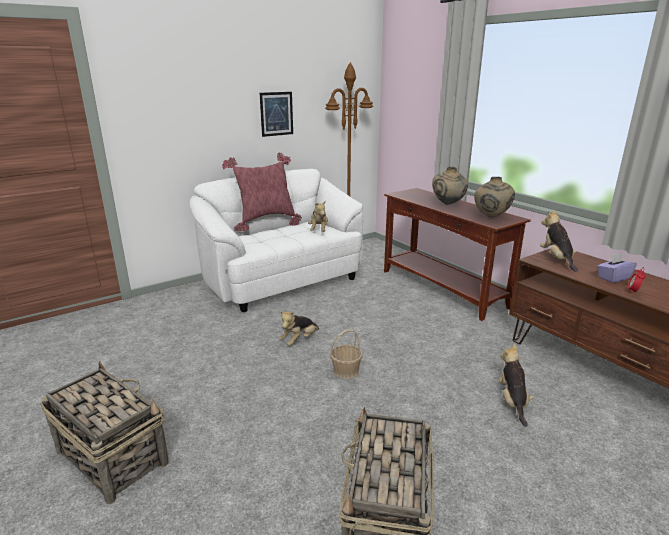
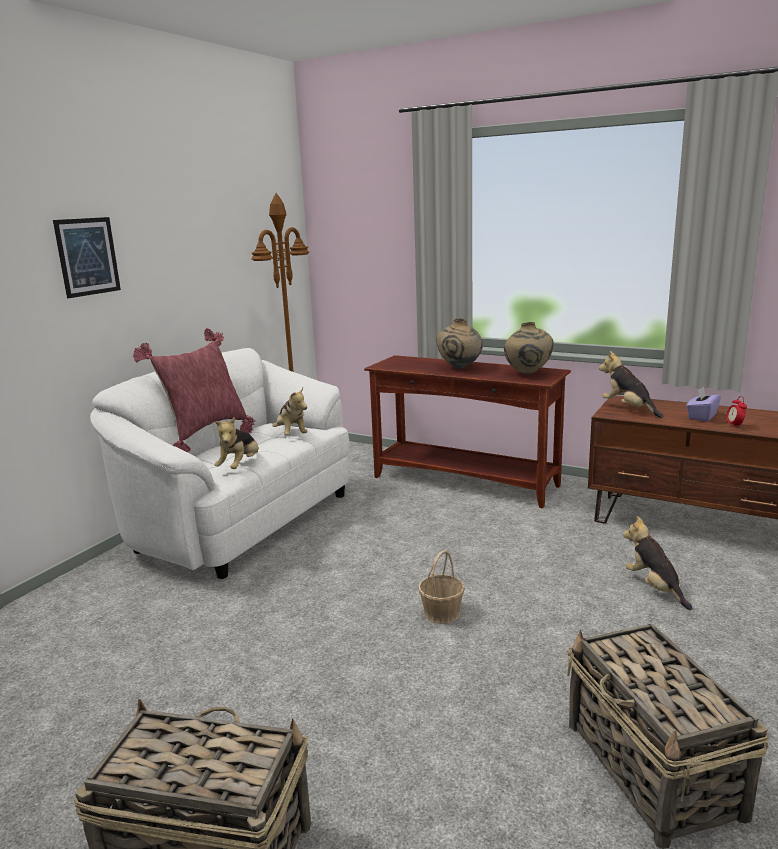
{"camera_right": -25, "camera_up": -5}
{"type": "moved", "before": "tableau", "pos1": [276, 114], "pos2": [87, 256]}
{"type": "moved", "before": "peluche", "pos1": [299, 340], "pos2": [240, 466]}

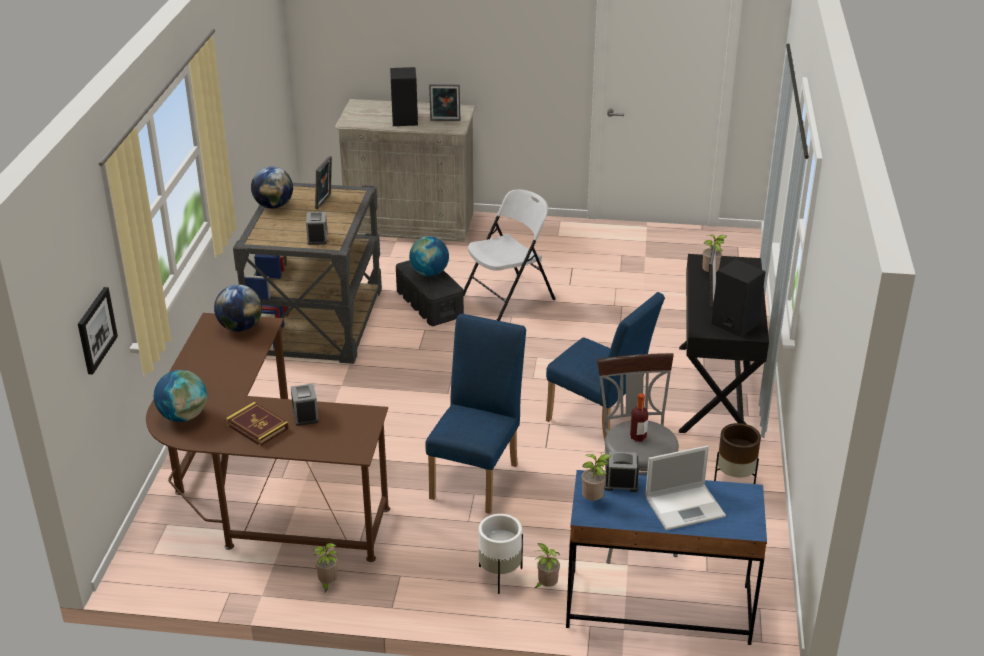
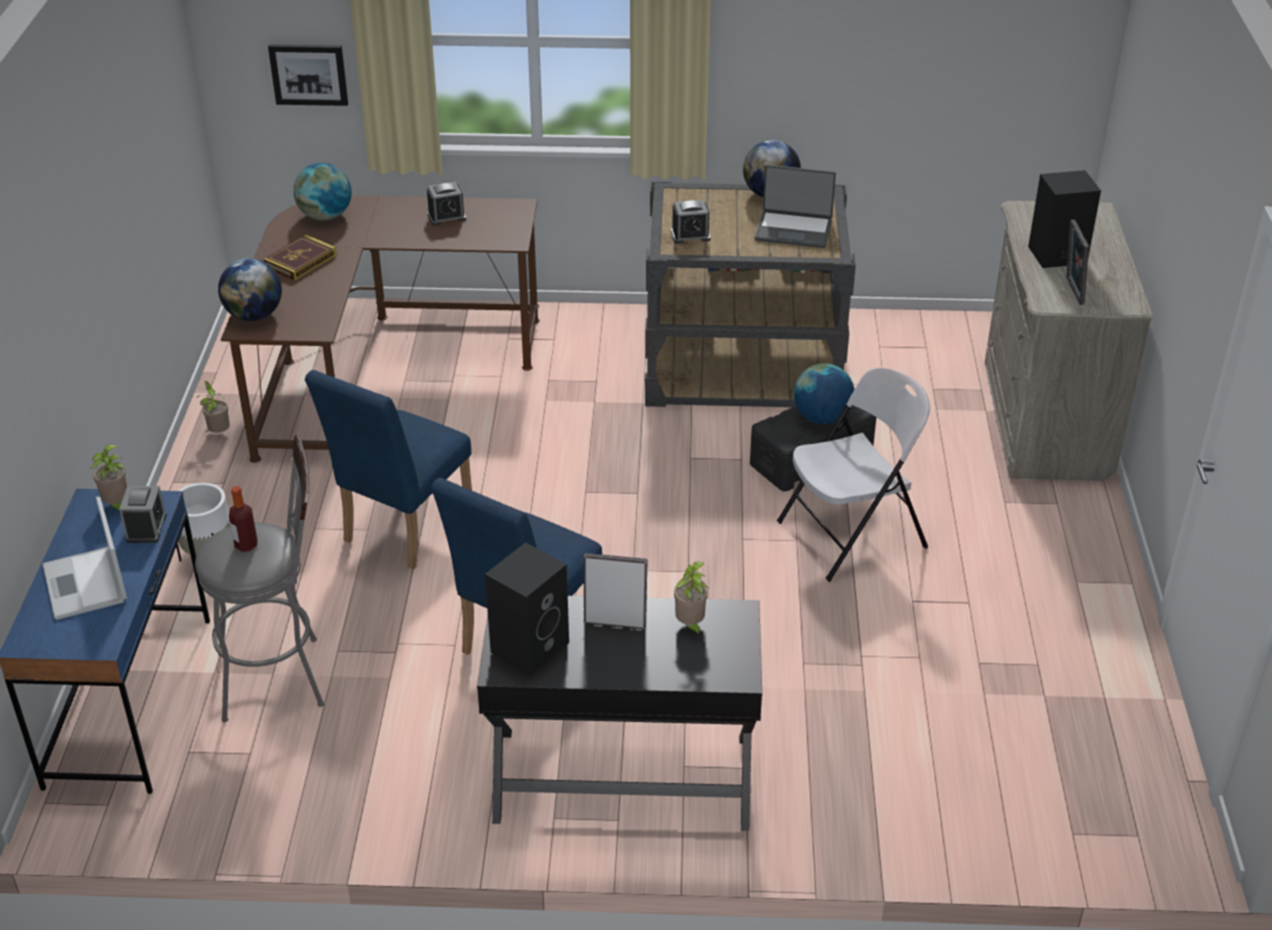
{"camera_right": 85, "camera_up": 5}
{"type": "removed", "before": "plante en pot", "pos1": [546, 586]}
{"type": "removed", "before": "cache-pot (marron)", "pos1": [734, 481]}
{"type": "moved", "before": "globe", "pos1": [240, 327], "pos2": [254, 315]}
{"type": "moved", "before": "réveil", "pos1": [305, 415], "pos2": [446, 217]}
{"type": "replaced", "before": "cadre photo", "after": "ordinateur portable", "pos1": [325, 202], "pos2": [794, 230]}
{"type": "turned", "before": "chaise (bleu)", "pos1": [477, 476], "pos2": [402, 530], "turn": 105}
{"type": "turned", "before": "chaise (blanc)", "pos1": [508, 297], "pos2": [852, 535], "turn": -75}

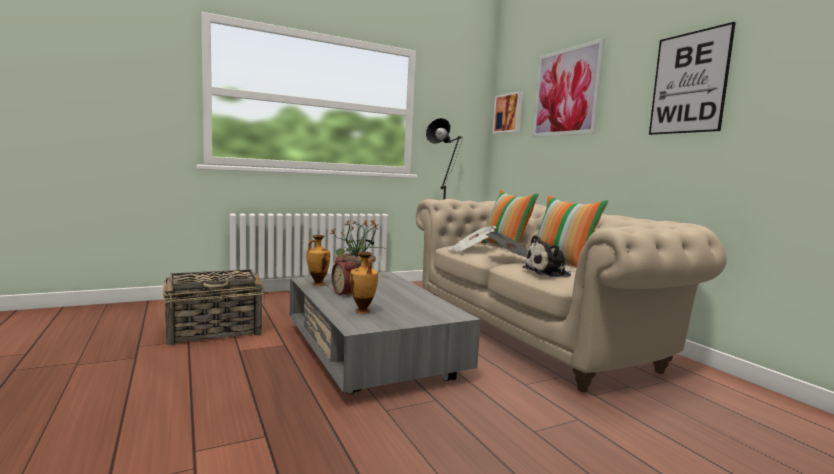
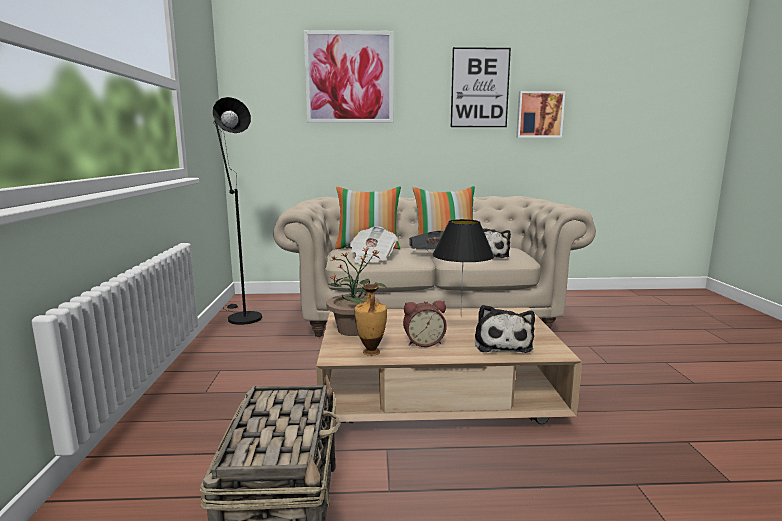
{"camera_right": -65, "camera_up": 5}
{"type": "added", "after": "lampe de table (noir)", "pos2": [460, 316]}
{"type": "moved", "before": "tableau", "pos1": [509, 113], "pos2": [539, 114]}
{"type": "replaced", "before": "vase", "after": "peluche", "pos1": [362, 311], "pos2": [502, 344]}
{"type": "recoloured", "before": "table basse (gris)", "after": "table basse (marron)", "pos1": [371, 351], "pos2": [437, 394]}

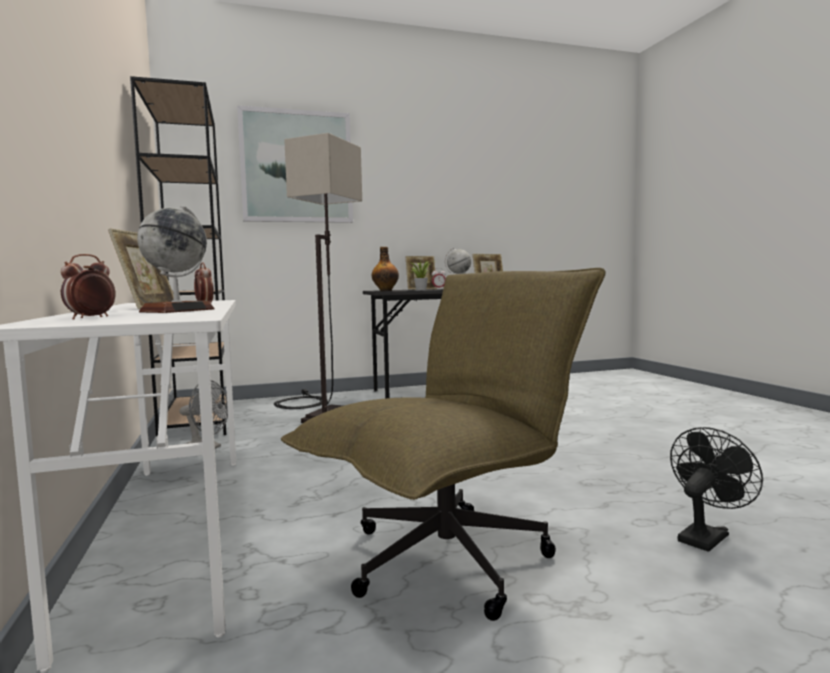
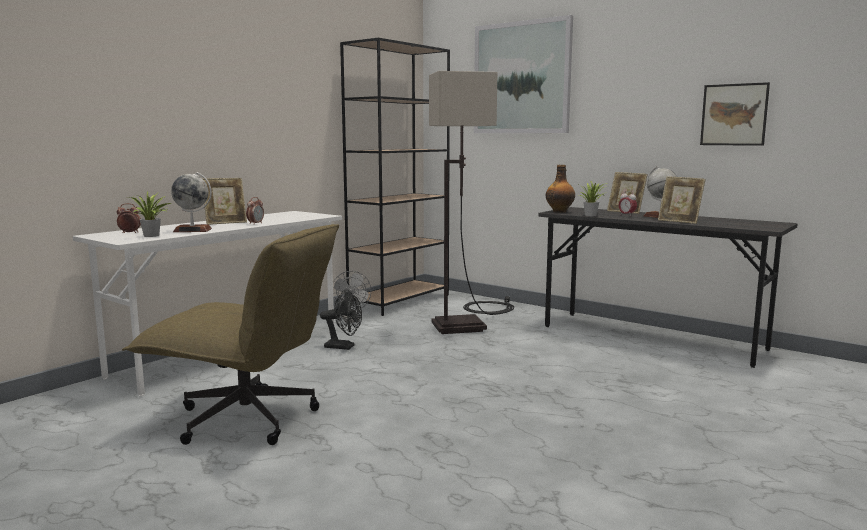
{"camera_right": 55, "camera_up": 5}
{"type": "added", "after": "plante en pot", "pos2": [153, 236]}
{"type": "added", "after": "tableau", "pos2": [734, 114]}
{"type": "moved", "before": "ventilateur (noir)", "pos1": [706, 536], "pos2": [344, 347]}

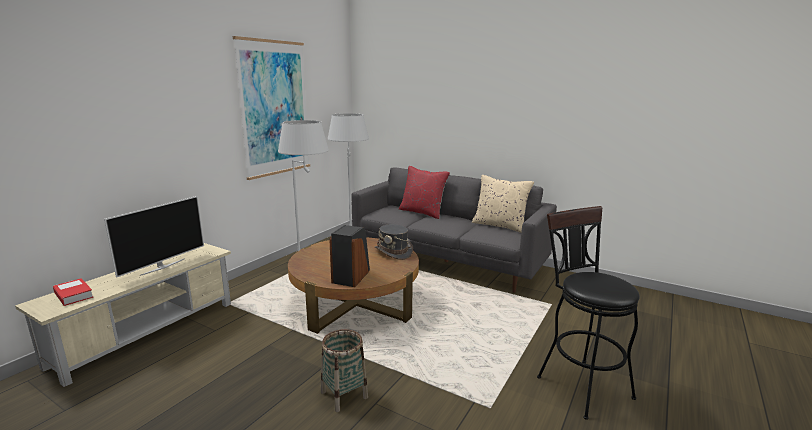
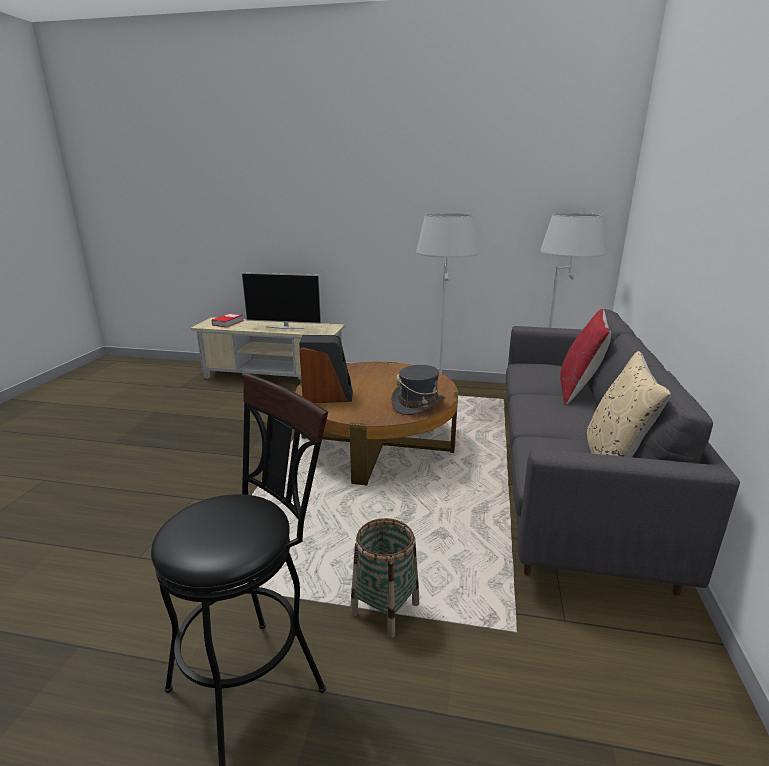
{"camera_right": 70, "camera_up": 5}
{"type": "removed", "before": "tableau", "pos1": [274, 109]}
{"type": "moved", "before": "panier", "pos1": [344, 395], "pos2": [385, 609]}

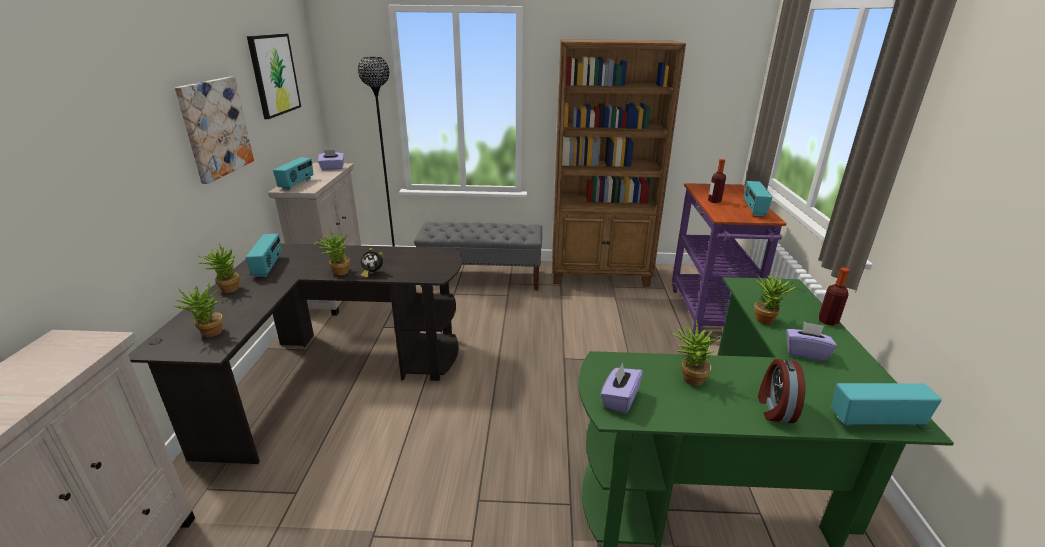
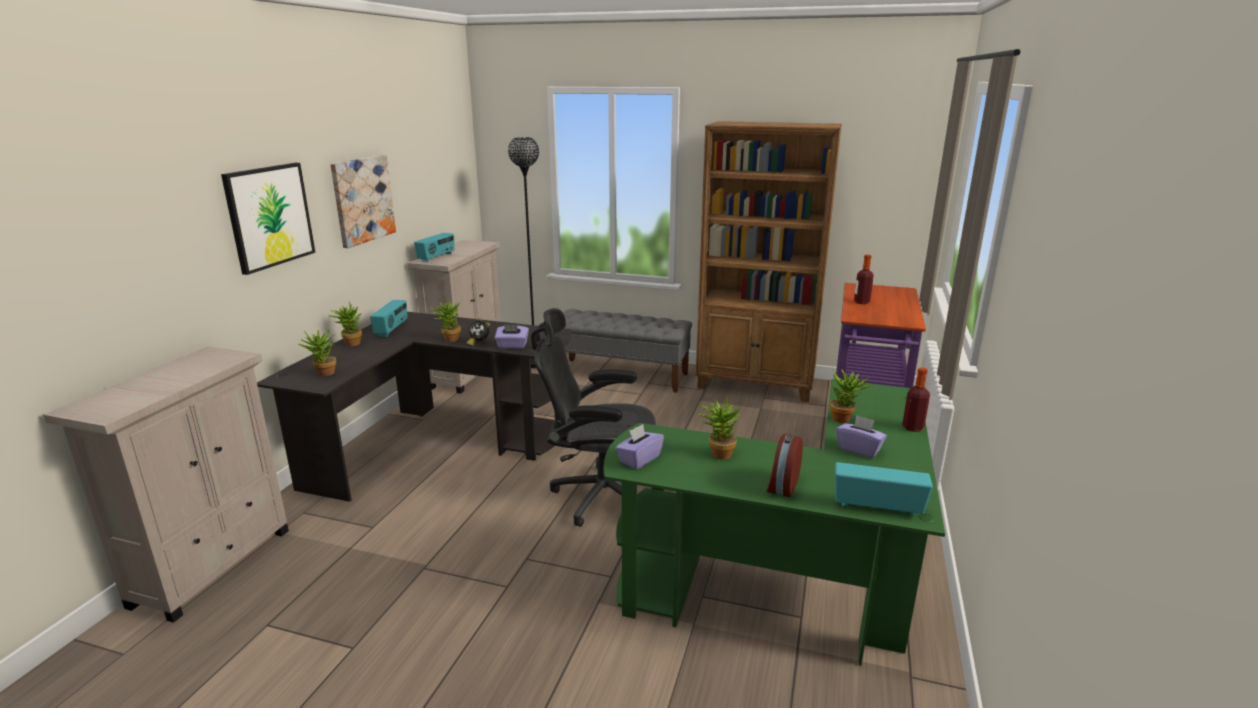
{"camera_right": 15, "camera_up": -5}
{"type": "removed", "before": "radio", "pos1": [753, 209]}
{"type": "added", "after": "chaise de bureau", "pos2": [598, 496]}
{"type": "moved", "before": "tableau", "pos1": [274, 75], "pos2": [269, 216]}
{"type": "moved", "before": "boîte à mouchoirs (violet)", "pos1": [332, 168], "pos2": [512, 346]}

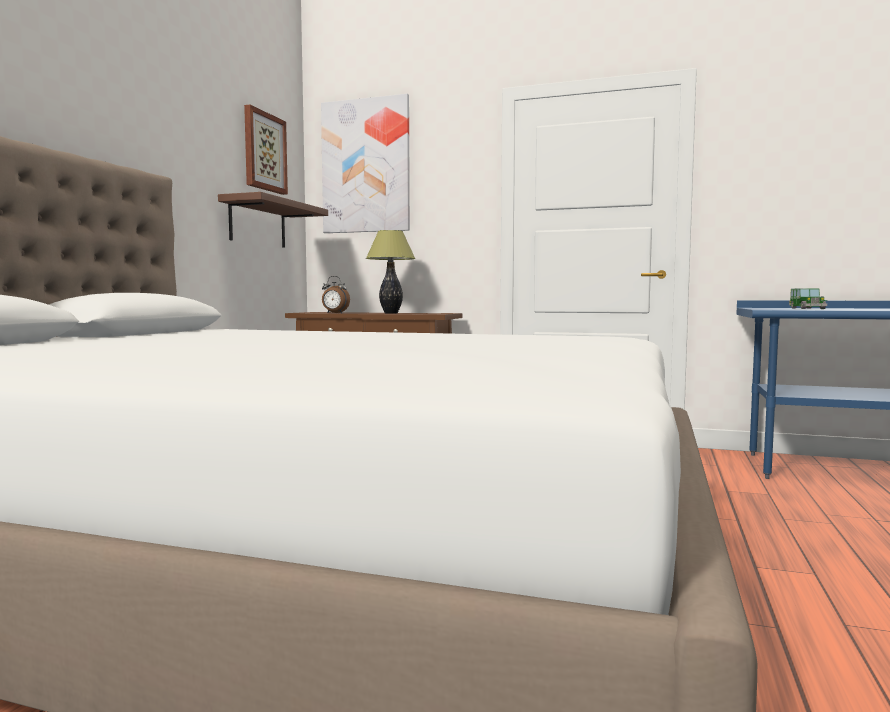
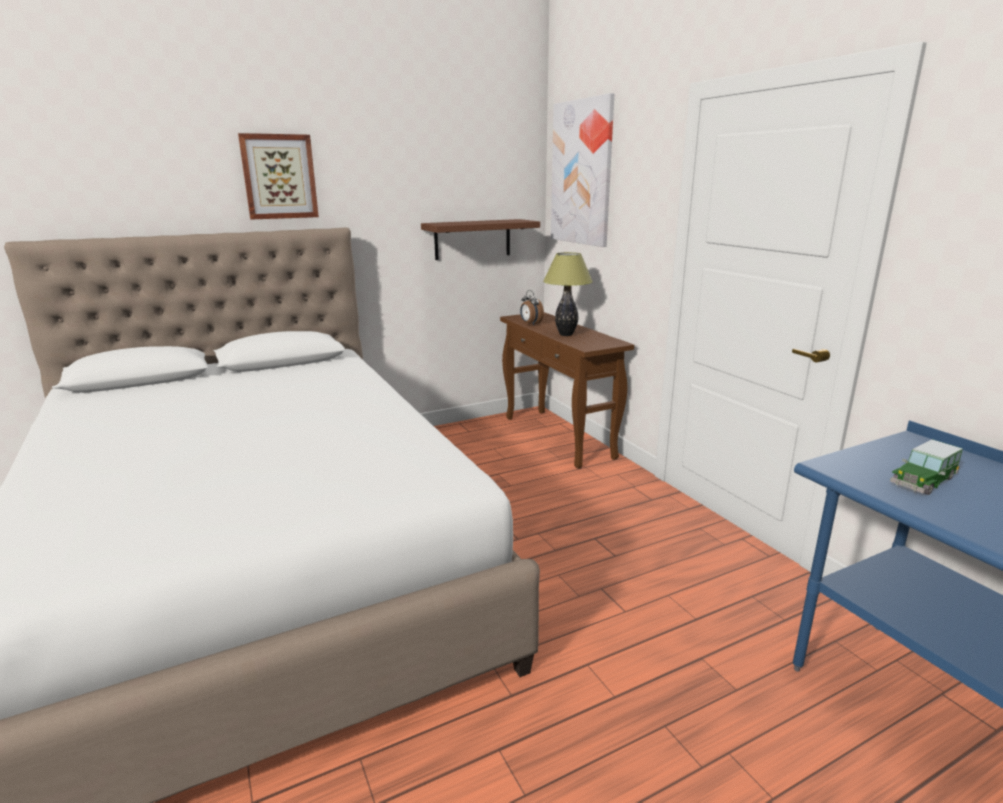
{"camera_right": 45, "camera_up": 15}
{"type": "moved", "before": "tableau", "pos1": [264, 152], "pos2": [279, 177]}

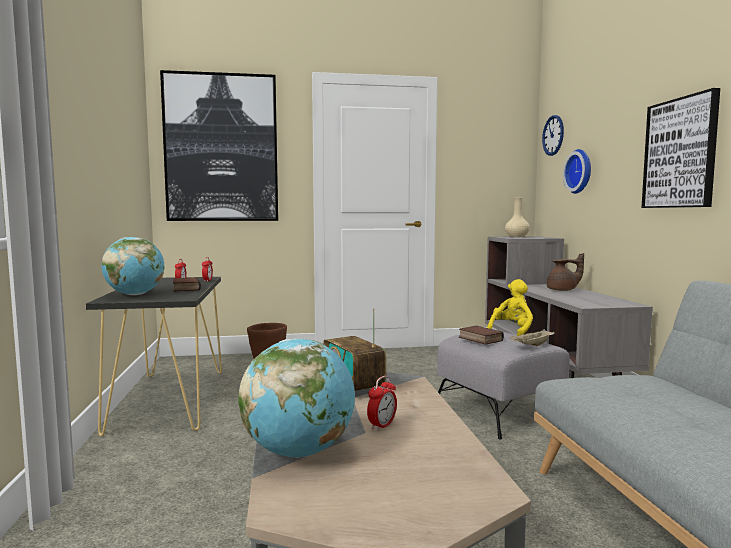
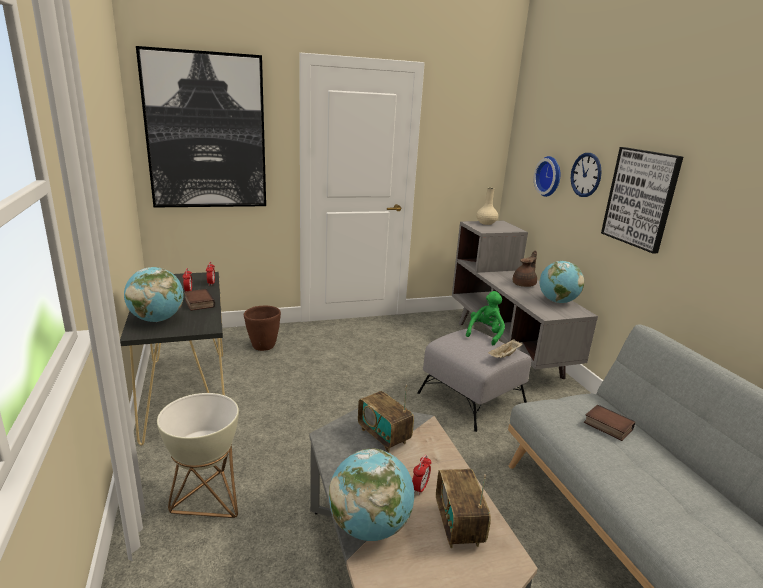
{"camera_right": -10, "camera_up": 15}
{"type": "added", "after": "cache-pot", "pos2": [206, 500]}
{"type": "added", "after": "radio", "pos2": [458, 525]}
{"type": "added", "after": "globe", "pos2": [557, 301]}
{"type": "moved", "before": "livre", "pos1": [479, 339], "pos2": [606, 426]}
{"type": "moved", "before": "horloge murale", "pos1": [553, 135], "pos2": [586, 175]}
{"type": "recoloured", "before": "peluche (jaune)", "after": "peluche (vert)", "pos1": [512, 332], "pos2": [485, 334]}
{"type": "turned", "before": "théière (marron)", "pos1": [563, 290], "pos2": [524, 284], "turn": -45}

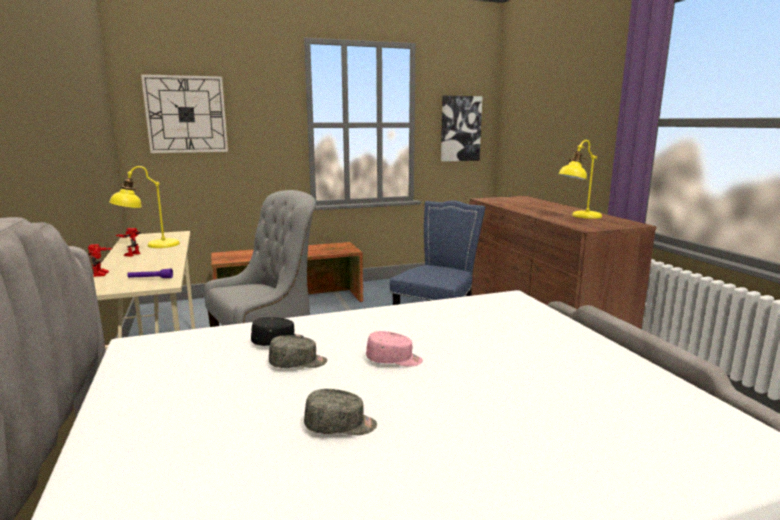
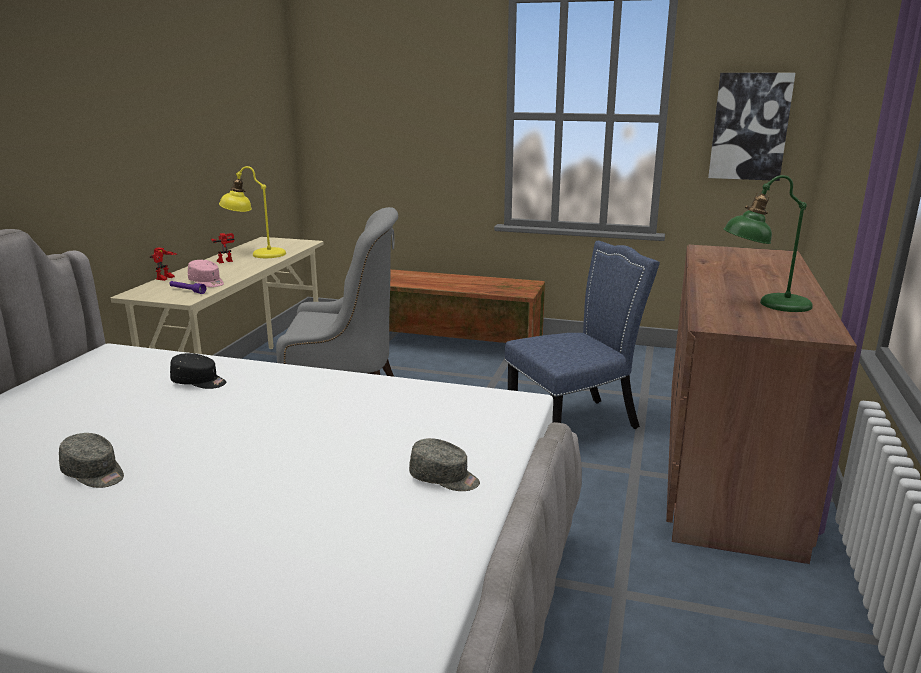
{"camera_right": 35, "camera_up": 5}
{"type": "removed", "before": "horloge murale", "pos1": [186, 114]}
{"type": "moved", "before": "casquette (gris)", "pos1": [298, 363], "pos2": [444, 478]}
{"type": "moved", "before": "casquette (rose)", "pos1": [394, 360], "pos2": [207, 282]}
{"type": "recoloured", "before": "lampe de table (jaune)", "after": "lampe de table (vert)", "pos1": [578, 217], "pos2": [764, 304]}

